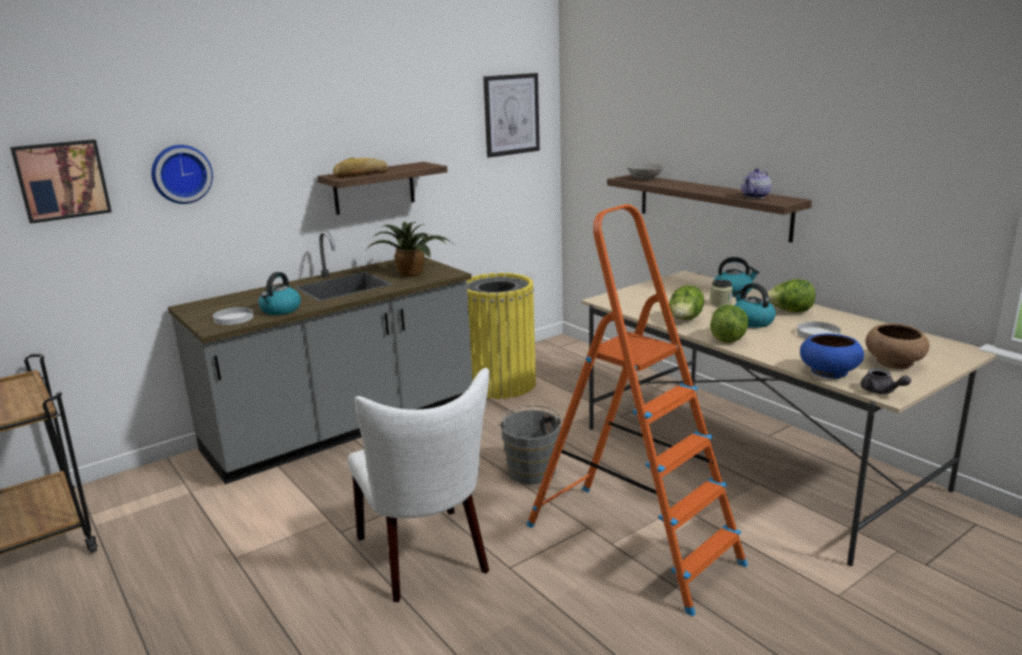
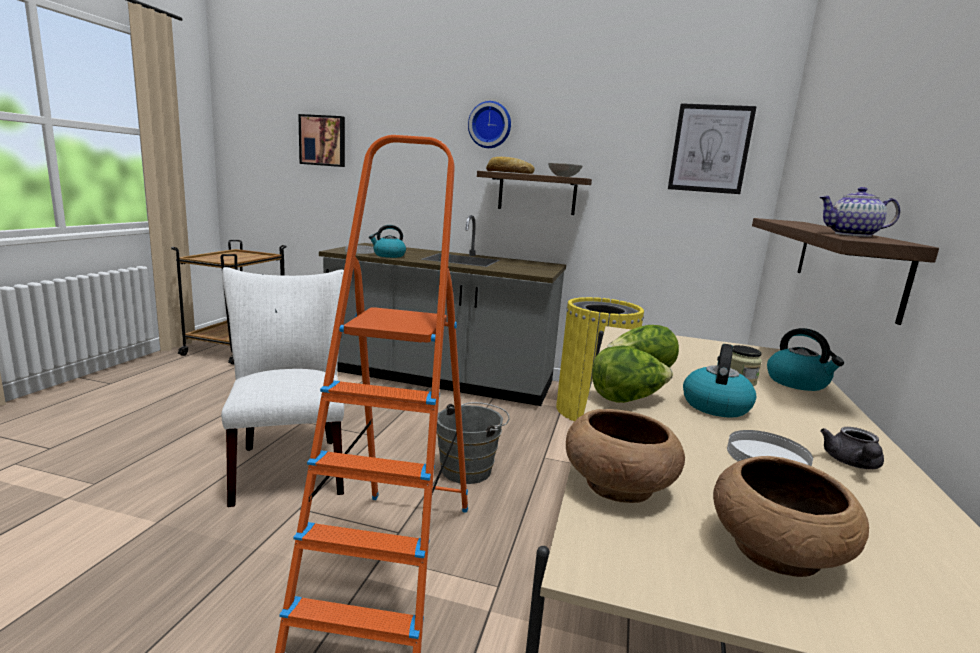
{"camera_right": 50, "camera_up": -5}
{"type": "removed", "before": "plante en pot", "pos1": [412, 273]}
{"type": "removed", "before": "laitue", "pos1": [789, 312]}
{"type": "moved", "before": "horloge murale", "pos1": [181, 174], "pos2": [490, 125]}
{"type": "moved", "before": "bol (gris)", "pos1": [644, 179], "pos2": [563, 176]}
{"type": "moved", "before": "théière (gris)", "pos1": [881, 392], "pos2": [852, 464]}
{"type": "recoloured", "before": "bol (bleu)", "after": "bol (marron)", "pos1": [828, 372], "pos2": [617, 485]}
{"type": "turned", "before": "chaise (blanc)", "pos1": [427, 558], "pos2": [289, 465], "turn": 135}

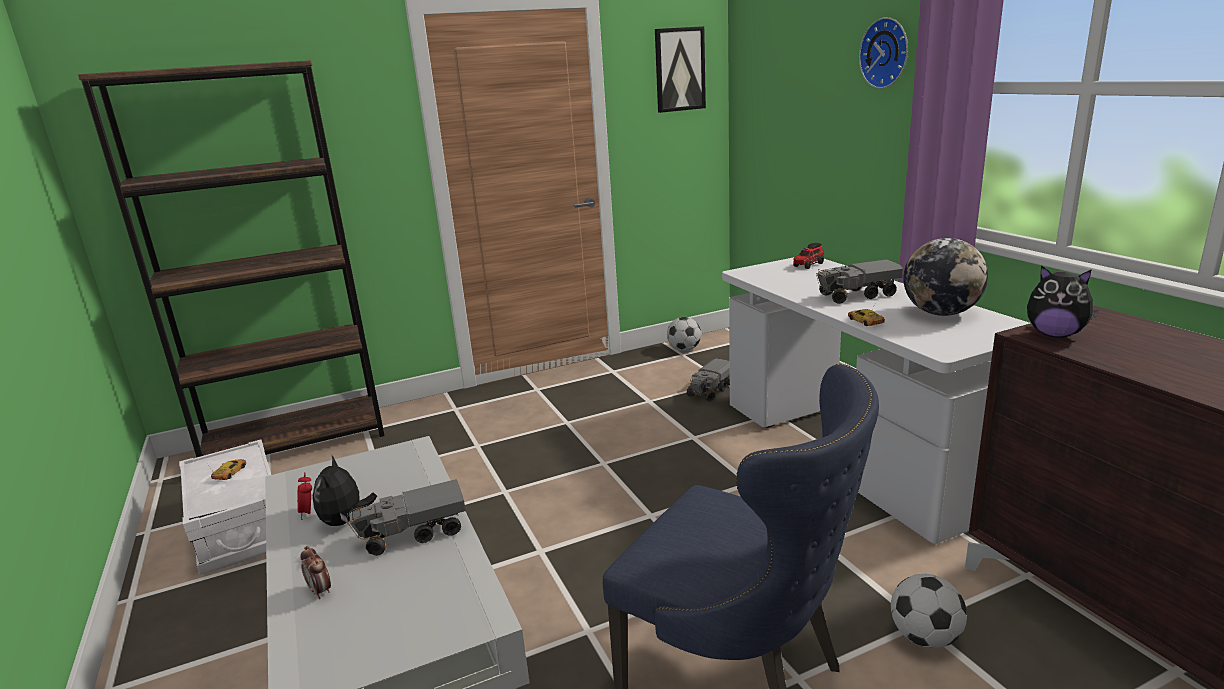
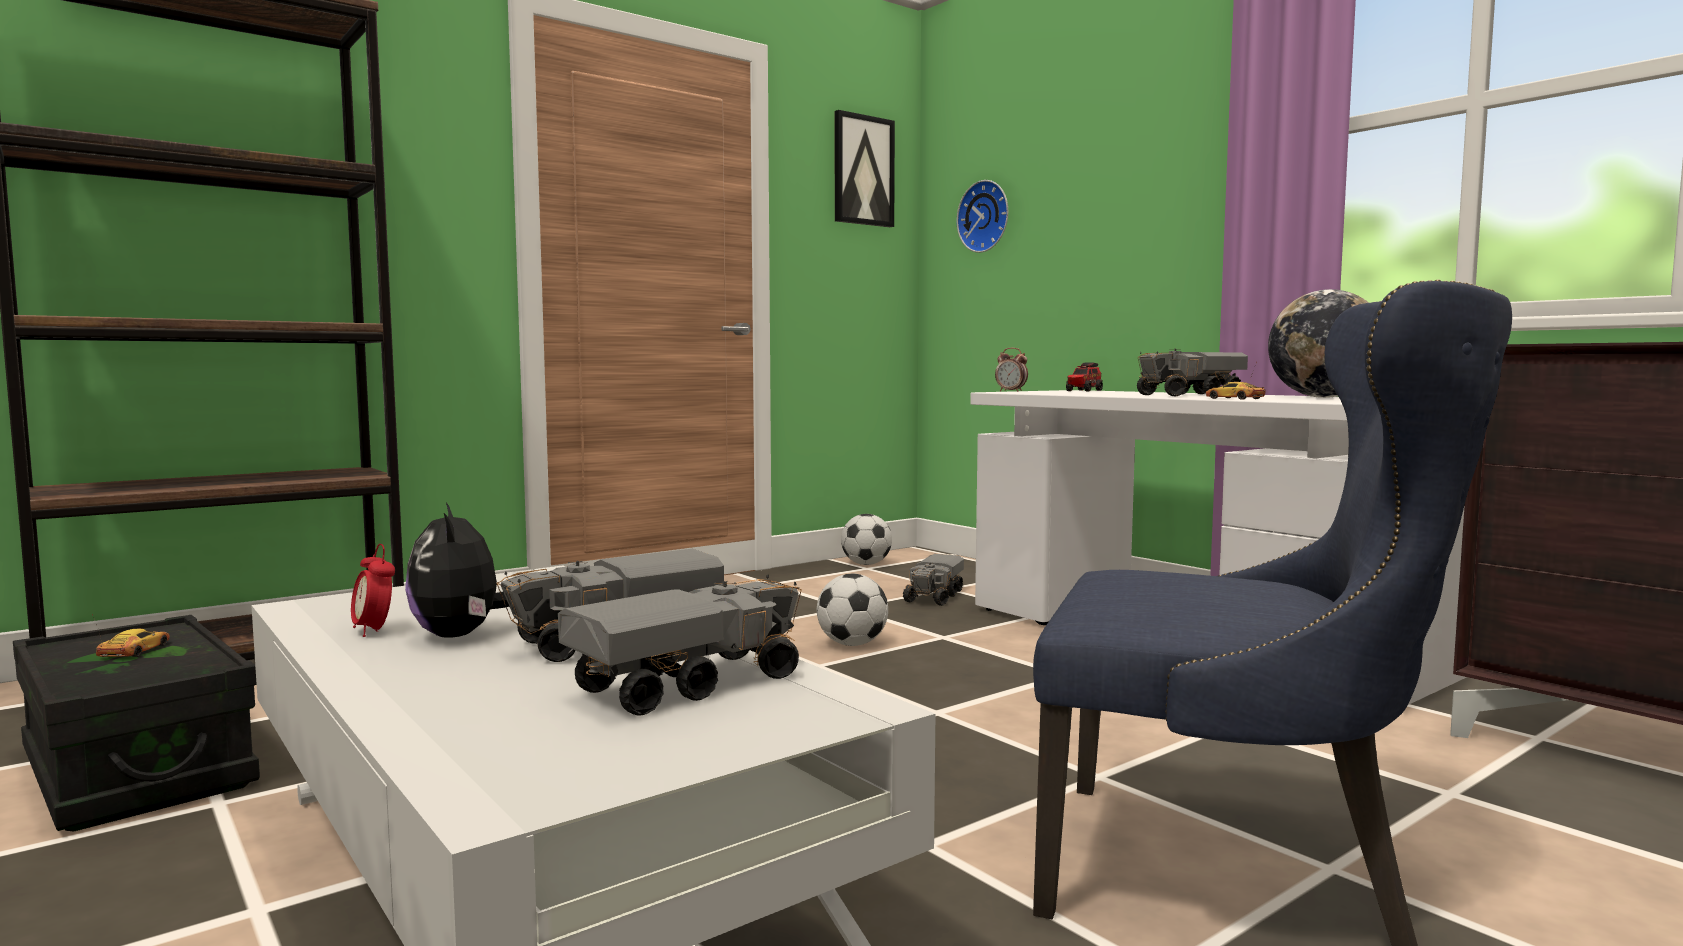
{"camera_right": -15, "camera_up": -15}
{"type": "removed", "before": "peluche", "pos1": [1055, 334]}
{"type": "added", "after": "camion jouet", "pos2": [689, 684]}
{"type": "moved", "before": "réveil", "pos1": [320, 591], "pos2": [1011, 391]}
{"type": "moved", "before": "horloge murale", "pos1": [887, 53], "pos2": [986, 217]}
{"type": "moved", "before": "ballon de foot", "pos1": [924, 637], "pos2": [852, 644]}
{"type": "recoloured", "before": "boîte de rangement (blanc)", "after": "boîte de rangement (noir)", "pos1": [240, 528], "pos2": [137, 768]}

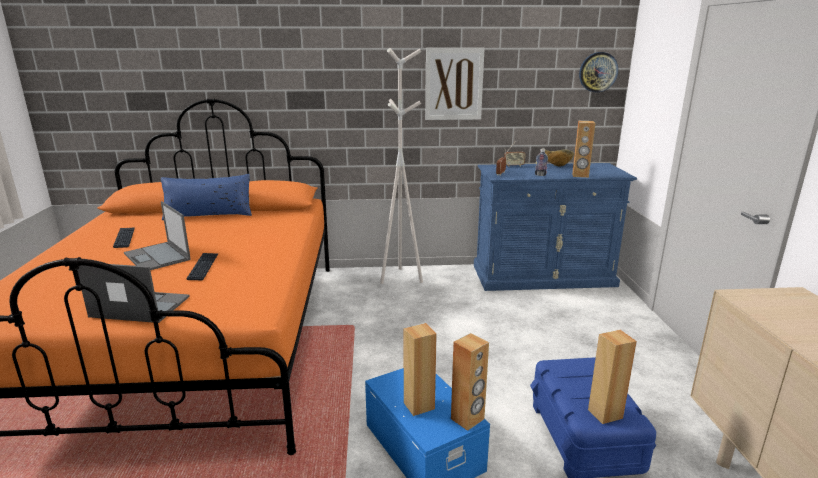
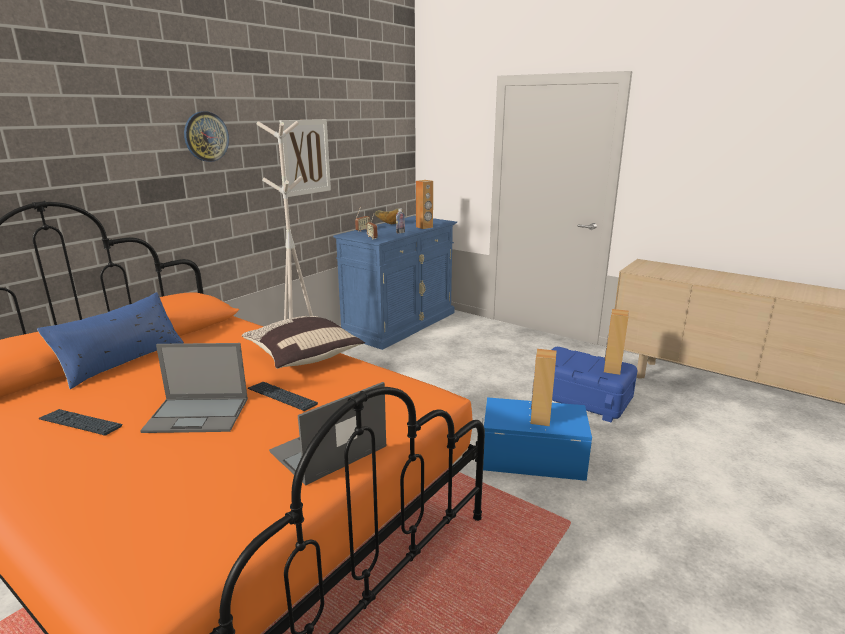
{"camera_right": -50, "camera_up": 0}
{"type": "removed", "before": "enceinte (marron)", "pos1": [467, 419]}
{"type": "added", "after": "coussin", "pos2": [303, 355]}
{"type": "moved", "before": "horloge murale", "pos1": [598, 72], "pos2": [206, 136]}

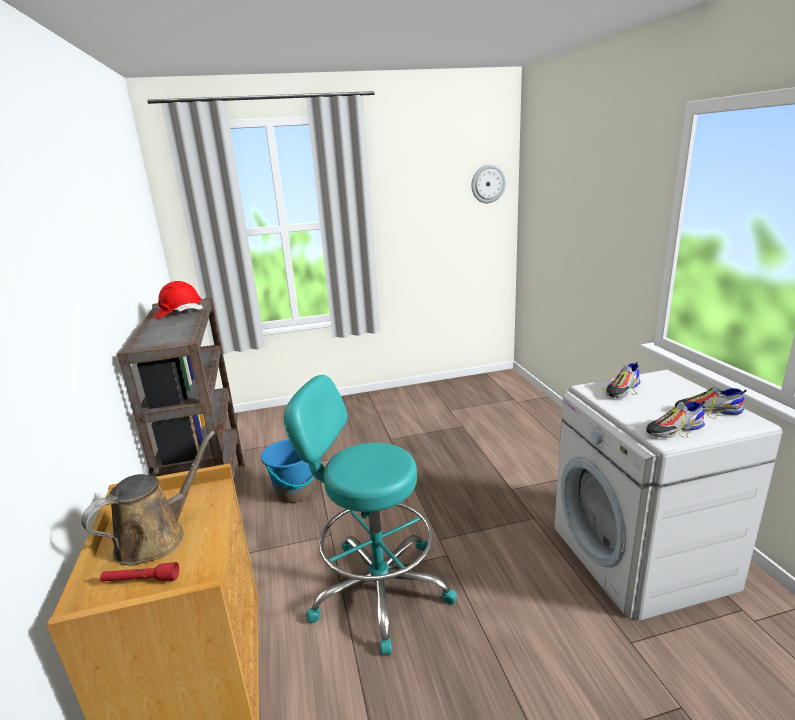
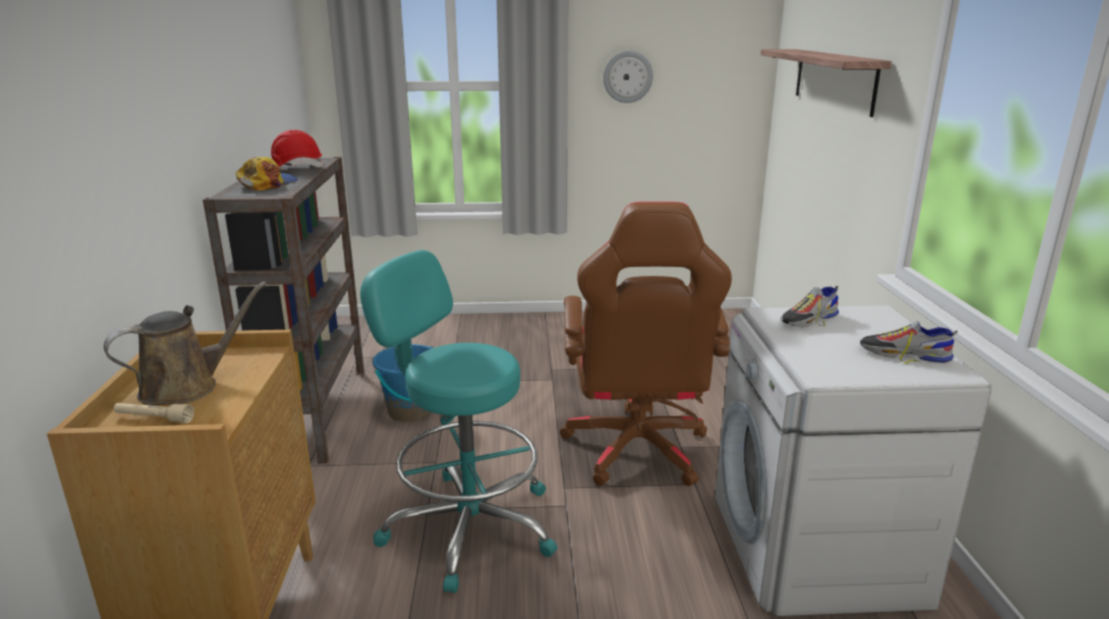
{"camera_right": 10, "camera_up": 0}
{"type": "removed", "before": "chaussure", "pos1": [674, 430]}
{"type": "added", "after": "casquette", "pos2": [267, 184]}
{"type": "added", "after": "chaise de bureau (marron)", "pos2": [636, 448]}
{"type": "added", "after": "étagère", "pos2": [834, 79]}
{"type": "moved", "before": "horloge murale", "pos1": [488, 184], "pos2": [627, 77]}
{"type": "recoloured", "before": "lampe de poche (rouge)", "after": "lampe de poche (beige)", "pos1": [141, 580], "pos2": [154, 418]}

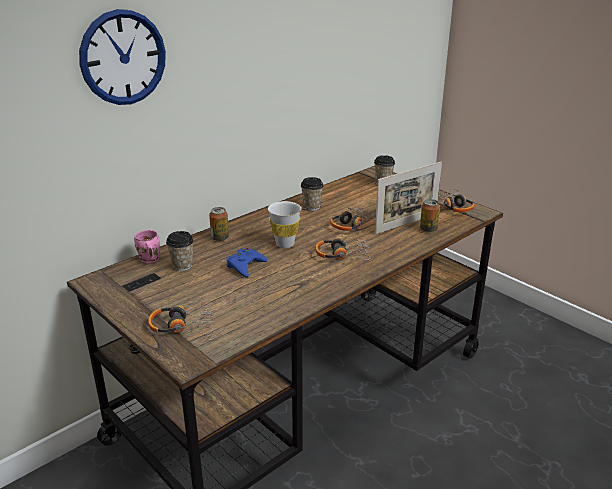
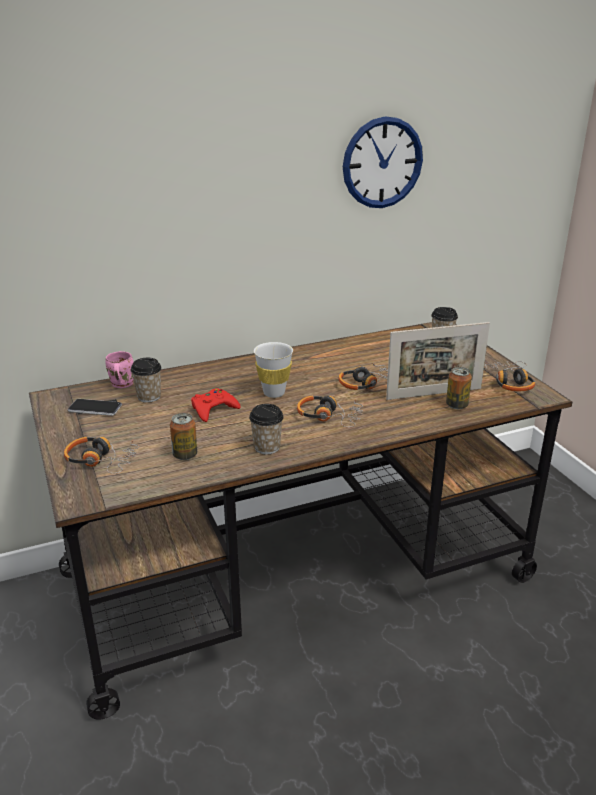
{"camera_right": 20, "camera_up": 0}
{"type": "added", "after": "téléphone", "pos2": [95, 408]}
{"type": "moved", "before": "horloge murale", "pos1": [123, 58], "pos2": [382, 163]}
{"type": "moved", "before": "boîte métallique", "pos1": [220, 238], "pos2": [185, 455]}
{"type": "moved", "before": "tasse", "pos1": [311, 207], "pos2": [267, 447]}
{"type": "recoloured", "before": "manette (bleu)", "after": "manette (rouge)", "pos1": [245, 266], "pos2": [213, 409]}

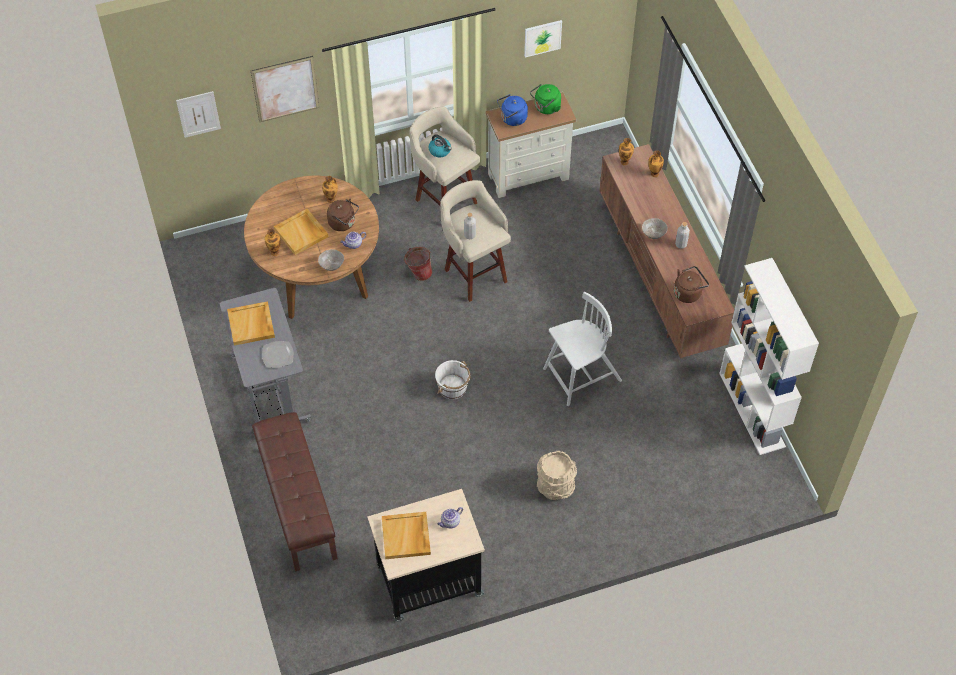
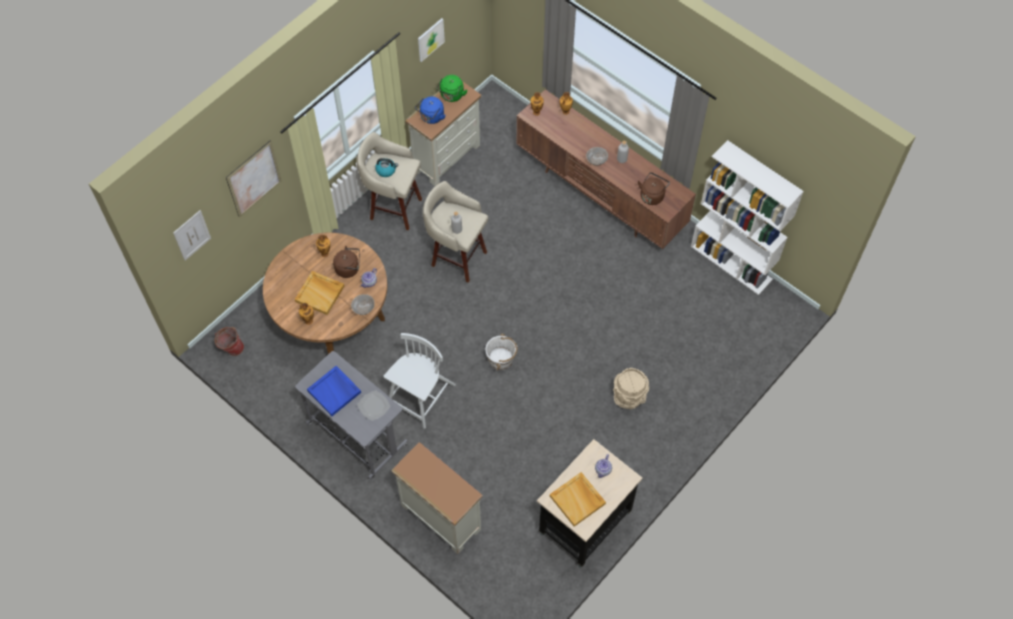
{"camera_right": -30, "camera_up": 5}
{"type": "moved", "before": "seau", "pos1": [419, 272], "pos2": [231, 348]}
{"type": "moved", "before": "chaise (blanc)", "pos1": [581, 376], "pos2": [421, 396]}
{"type": "replaced", "before": "banc (marron)", "after": "commode (blanc)", "pos1": [296, 503], "pos2": [441, 516]}
{"type": "recoloured", "before": "plateau (beige)", "after": "plateau (bleu)", "pos1": [251, 325], "pos2": [334, 392]}

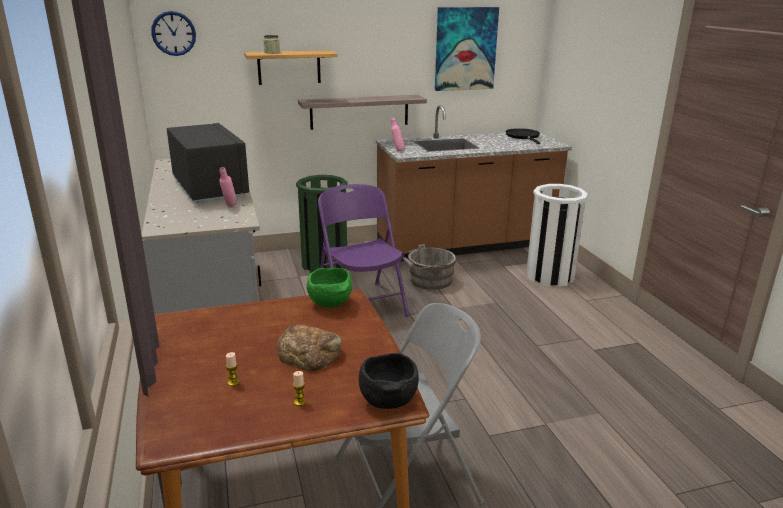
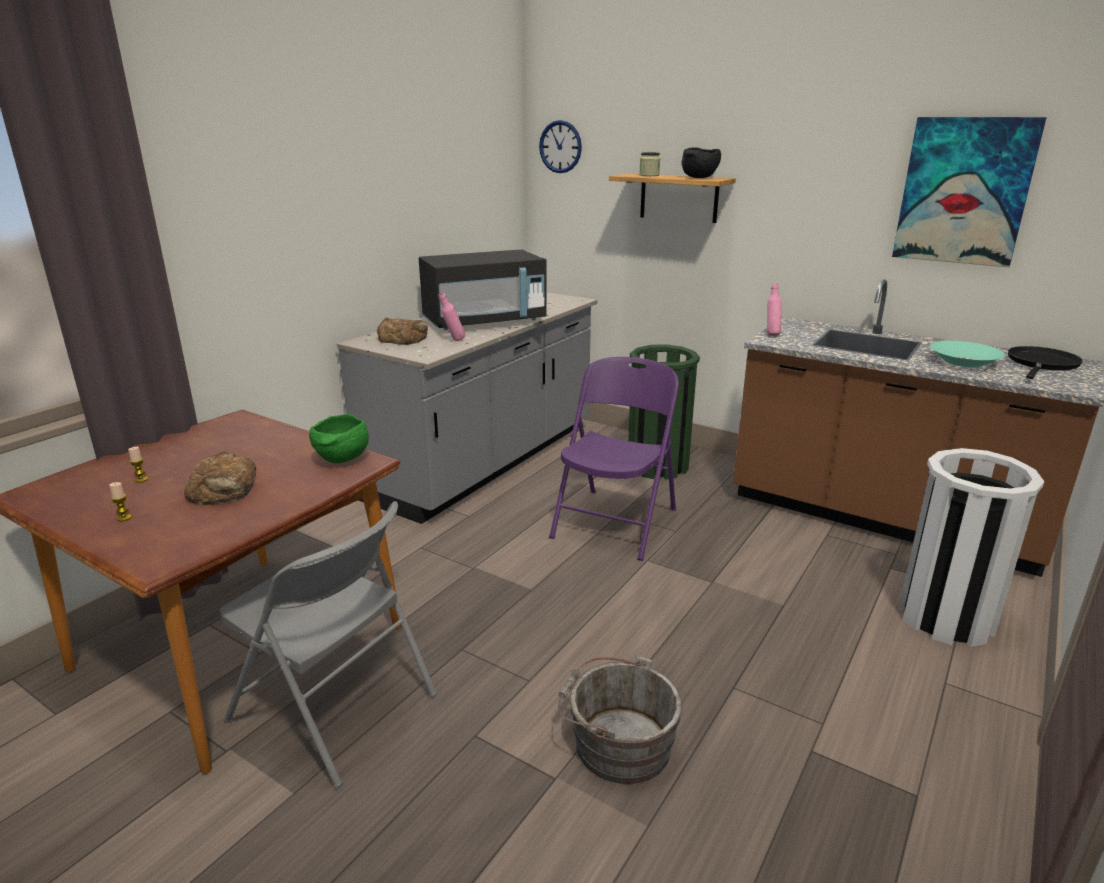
{"camera_right": 50, "camera_up": 0}
{"type": "removed", "before": "étagère", "pos1": [359, 112]}
{"type": "added", "after": "pain", "pos2": [403, 338]}
{"type": "added", "after": "bol (turquoise)", "pos2": [964, 362]}
{"type": "moved", "before": "bol (noir)", "pos1": [388, 400], "pos2": [699, 178]}
{"type": "moved", "before": "seau (gris)", "pos1": [428, 281], "pos2": [617, 743]}
{"type": "turned", "before": "micro-ondes (noir)", "pos1": [210, 188], "pos2": [484, 322], "turn": 45}

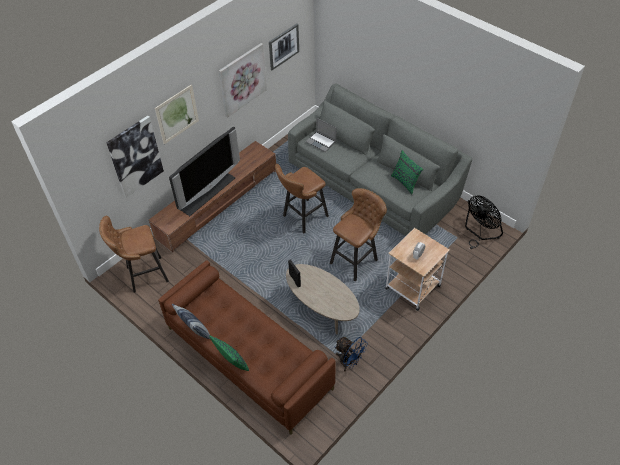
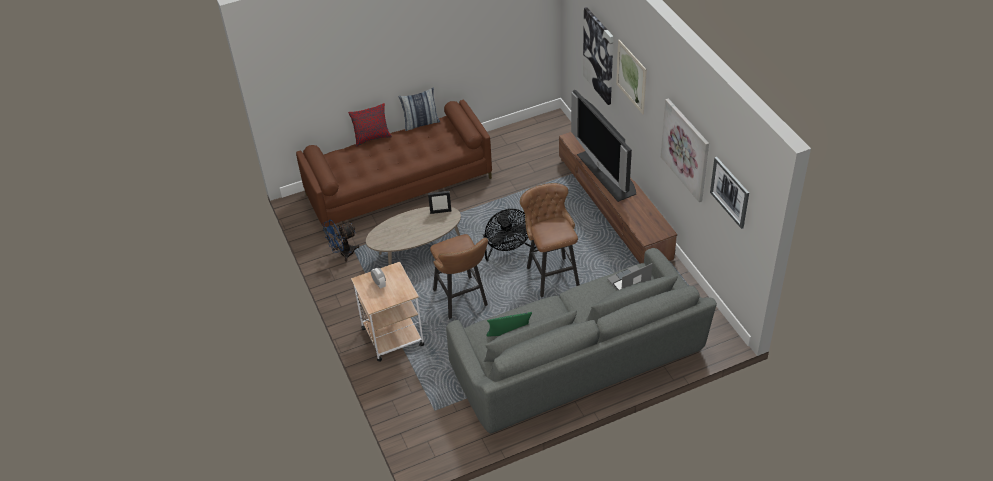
{"camera_right": 115, "camera_up": -5}
{"type": "removed", "before": "tabouret (marron)", "pos1": [142, 276]}
{"type": "moved", "before": "ventilateur (noir)", "pos1": [478, 231], "pos2": [506, 248]}
{"type": "recoloured", "before": "coussin (vert)", "after": "coussin (rouge)", "pos1": [231, 362], "pos2": [372, 138]}

